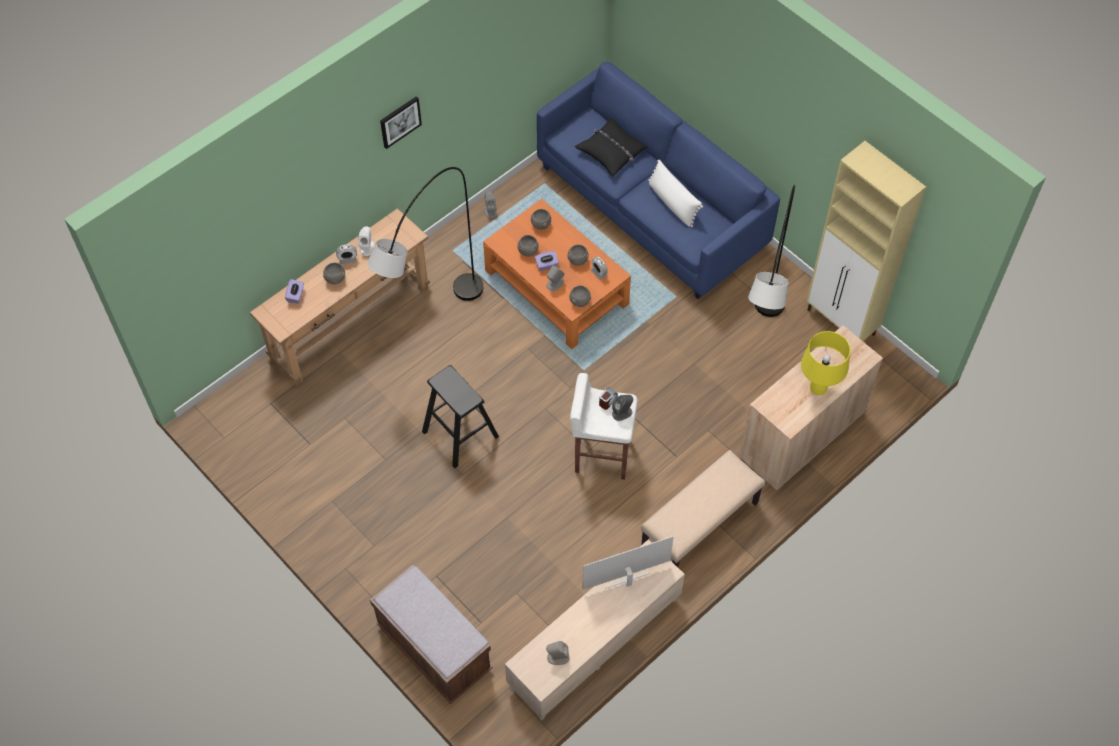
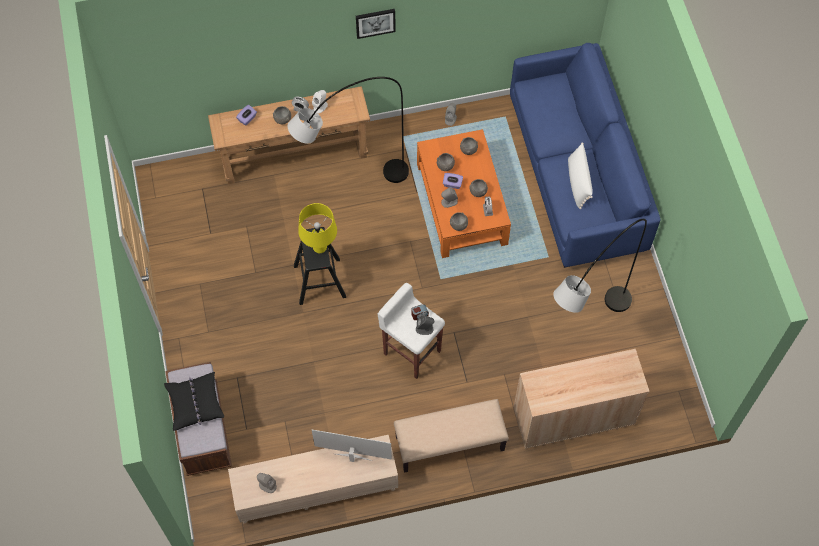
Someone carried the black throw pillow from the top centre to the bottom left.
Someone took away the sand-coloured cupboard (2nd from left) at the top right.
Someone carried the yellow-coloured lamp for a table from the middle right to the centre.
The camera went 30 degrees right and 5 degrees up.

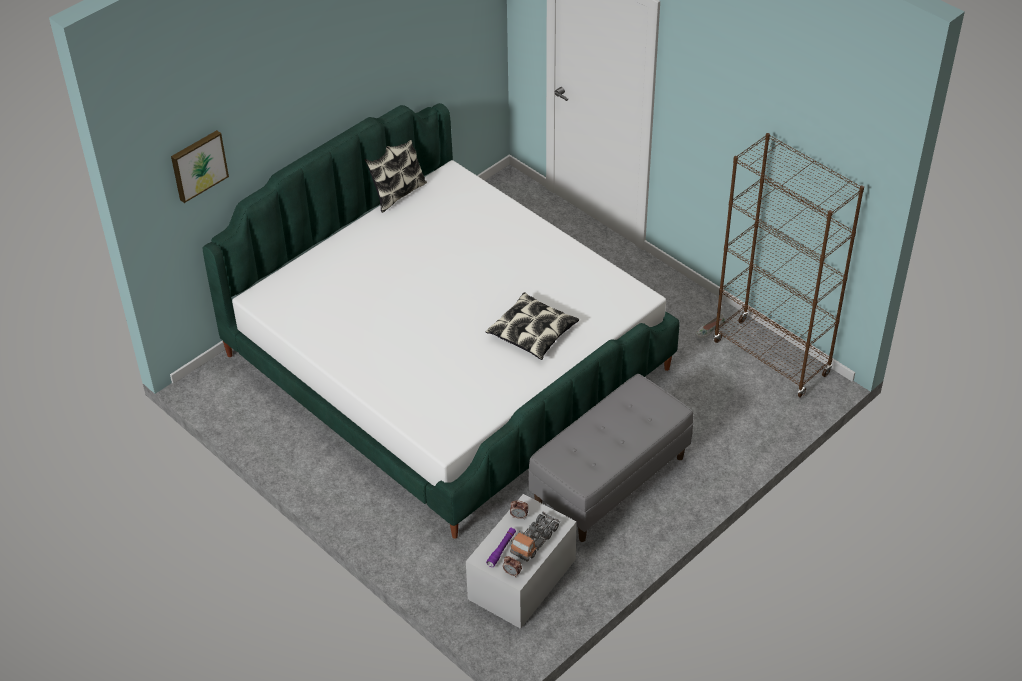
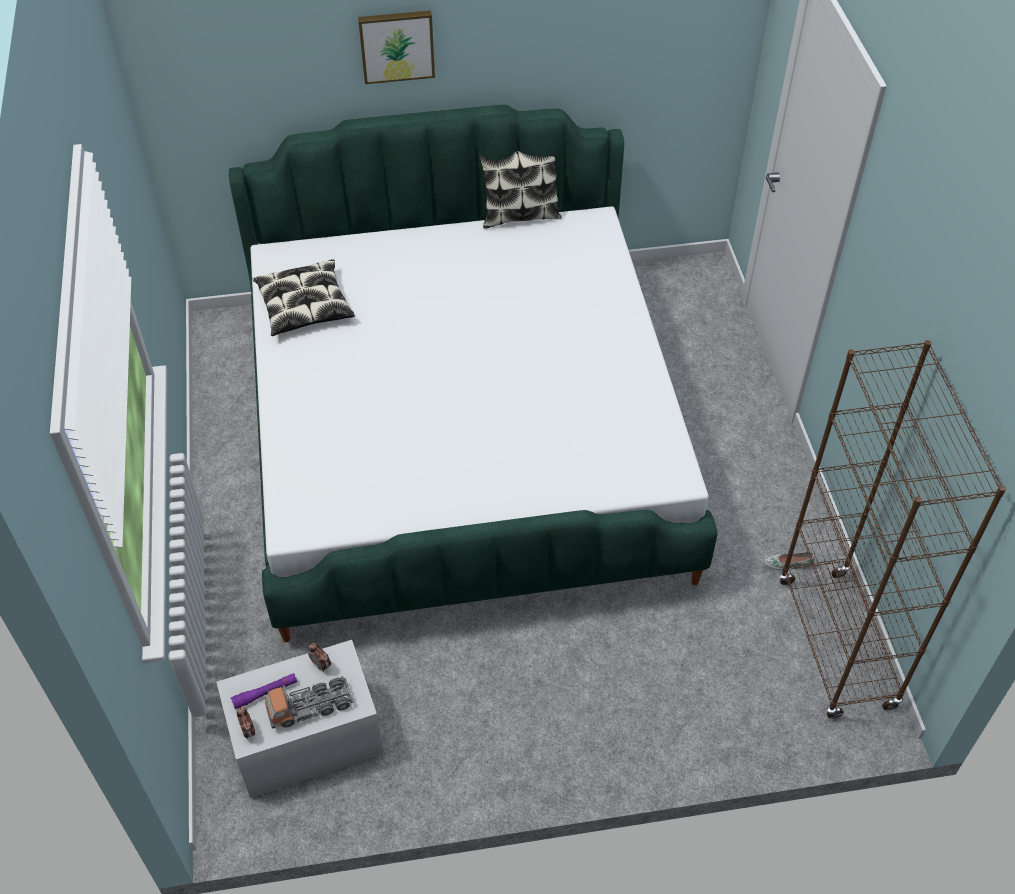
Someone carried the wall art from the top left to the top centre.
Someone carried the throw pillow (2nd from left in the first image) from the centre to the top left.
Someone took away the grey indoor bench at the bottom centre.
The camera went 35 degrees right and 5 degrees up.

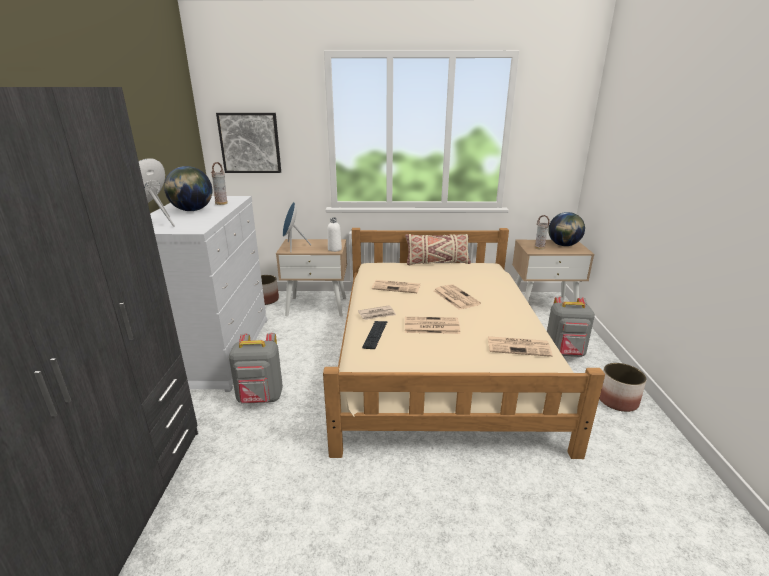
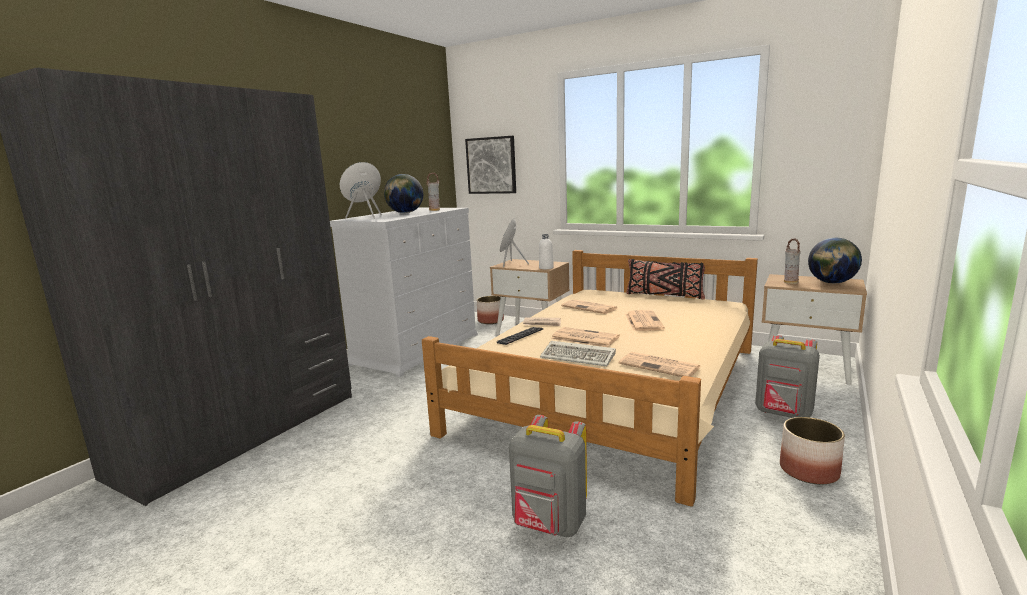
Someone repainted the sand-coloured throw pillow at the centre, which became the black throw pillow at the centre.
Someone carried the grey backpack (1st from left) from the middle left to the bottom centre.
Someone put down the PC keyboard (2nd from left) at the centre.
The camera went 30 degrees right and 10 degrees down.

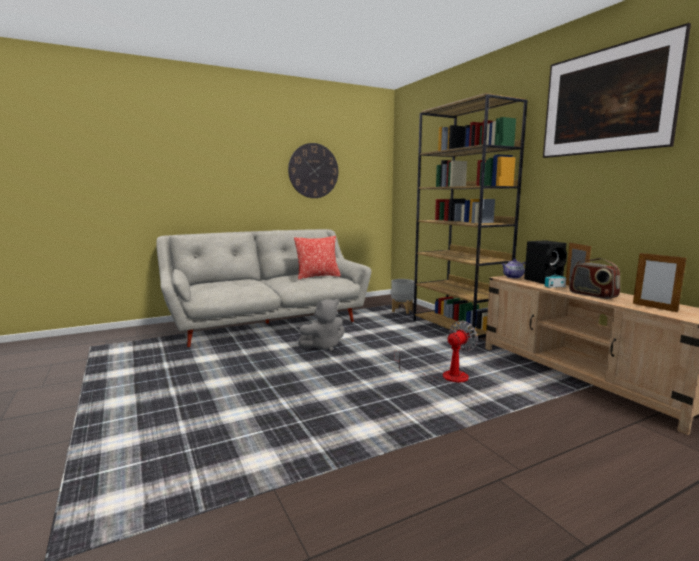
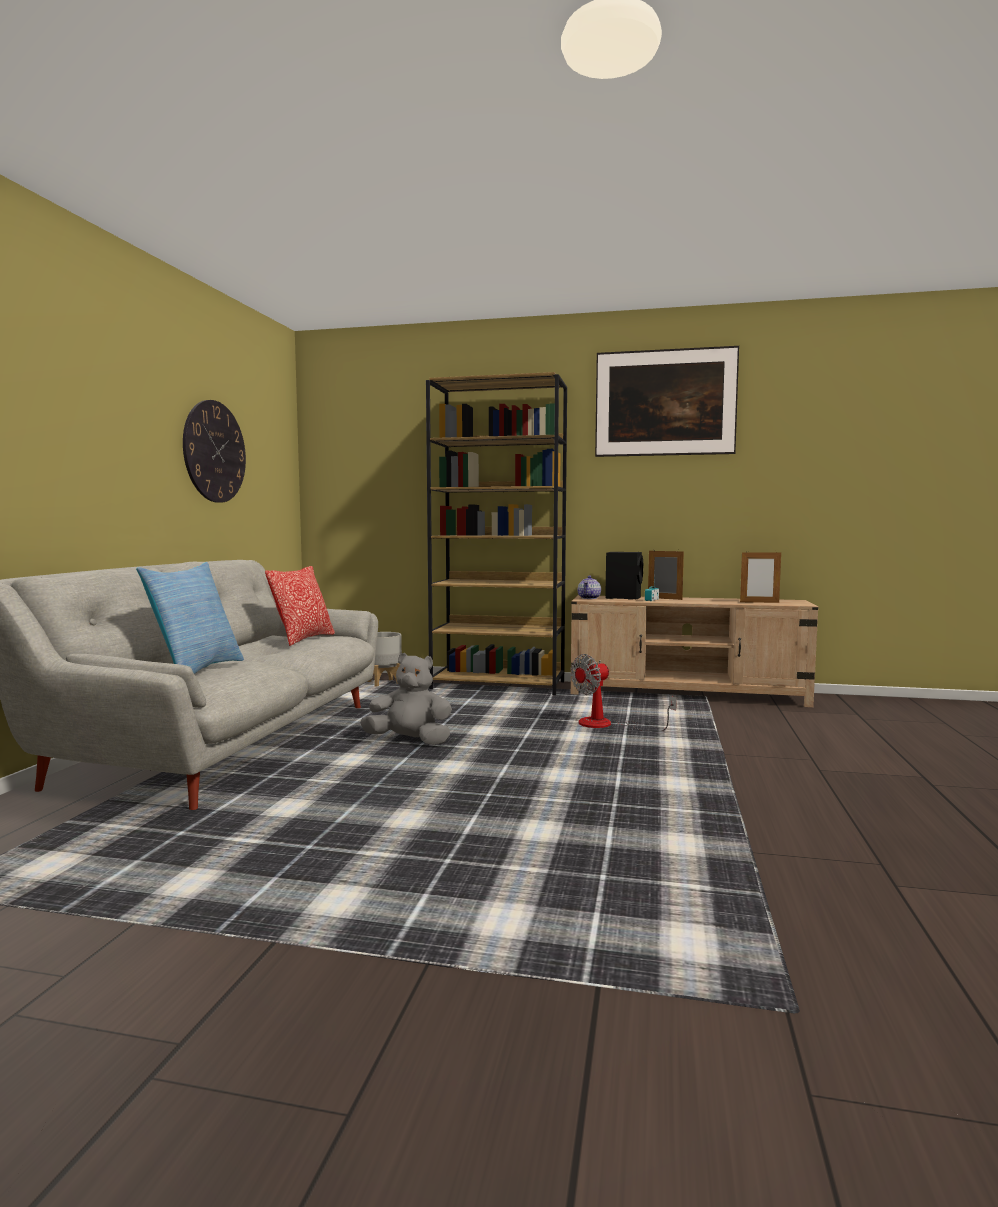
Someone took away the radio receiver (2nd from left) at the middle right.
Someone rotated the grey soft toy at the centre by 90 degrees counterclockwise.
Someone rotated the electric fan at the centre by 120 degrees counterclockwise.
Someone put down the throw pillow (1st from left) at the middle left.
The camera went 50 degrees left and 5 degrees down.

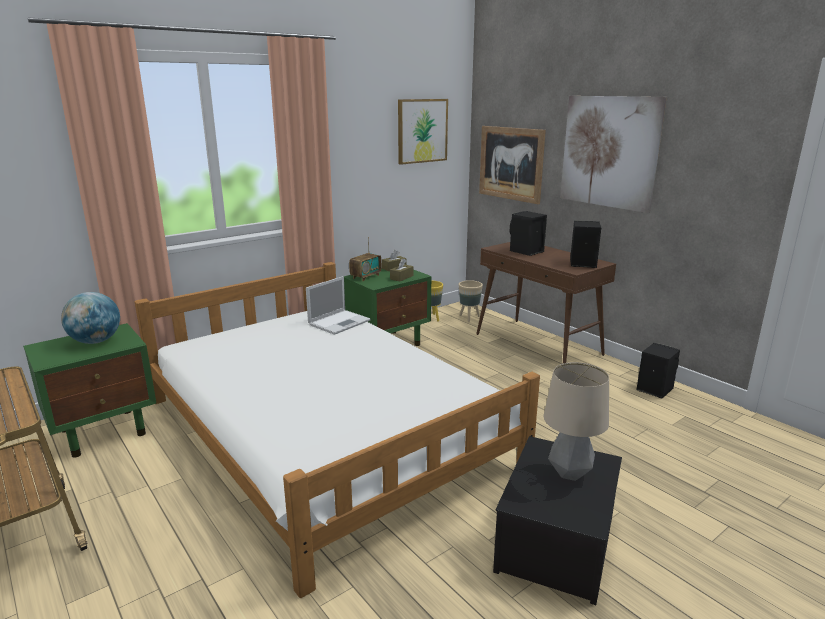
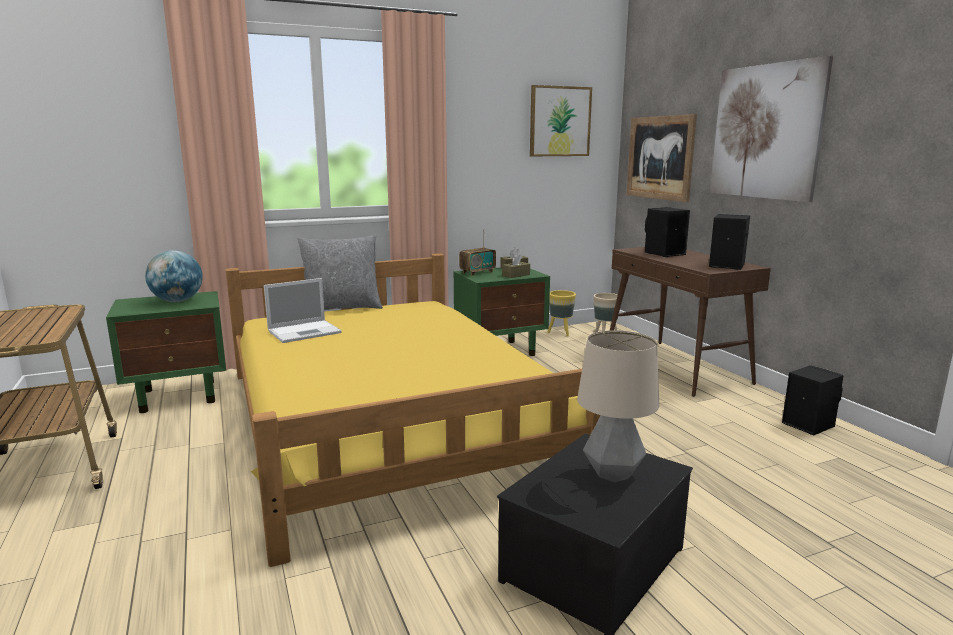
Someone repainted the white-coloured bedroom bed at the bottom centre, which became the yellow-coloured bedroom bed at the centre.
Someone carried the portable computer from the centre to the middle left.
Someone put down the grey throw pillow at the centre.
The camera went 15 degrees right and 5 degrees down.

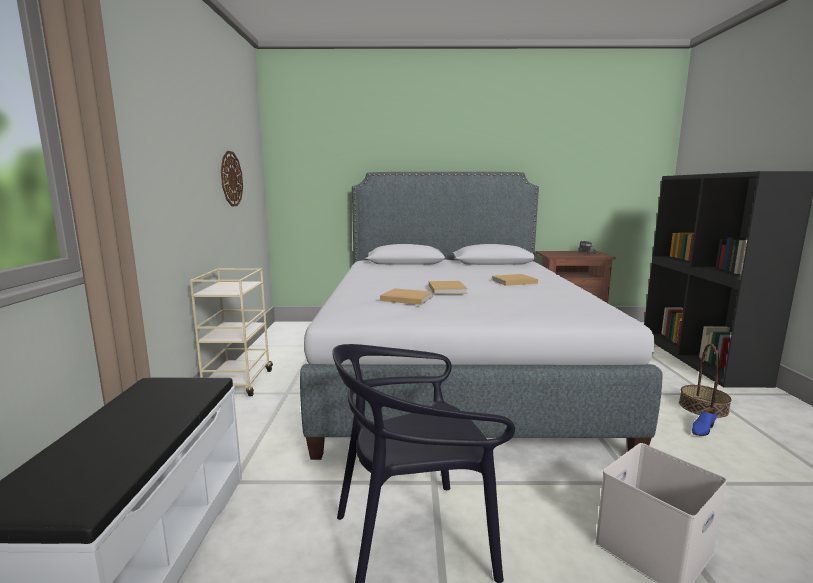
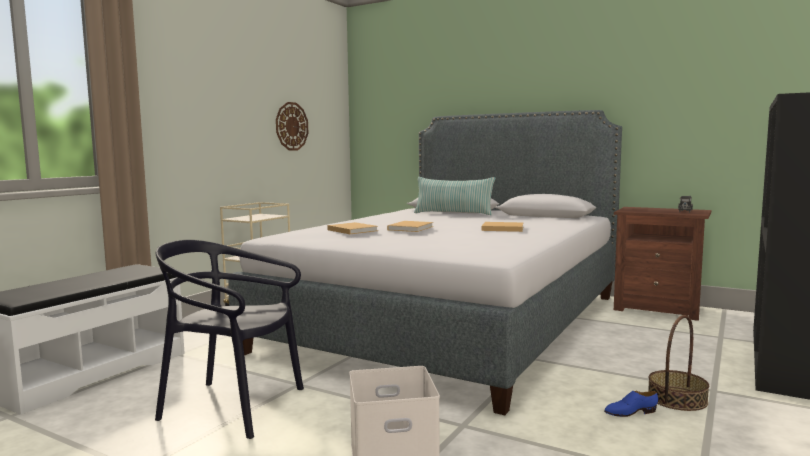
Someone put down the throw pillow at the centre.
The camera went 30 degrees right and 5 degrees down.

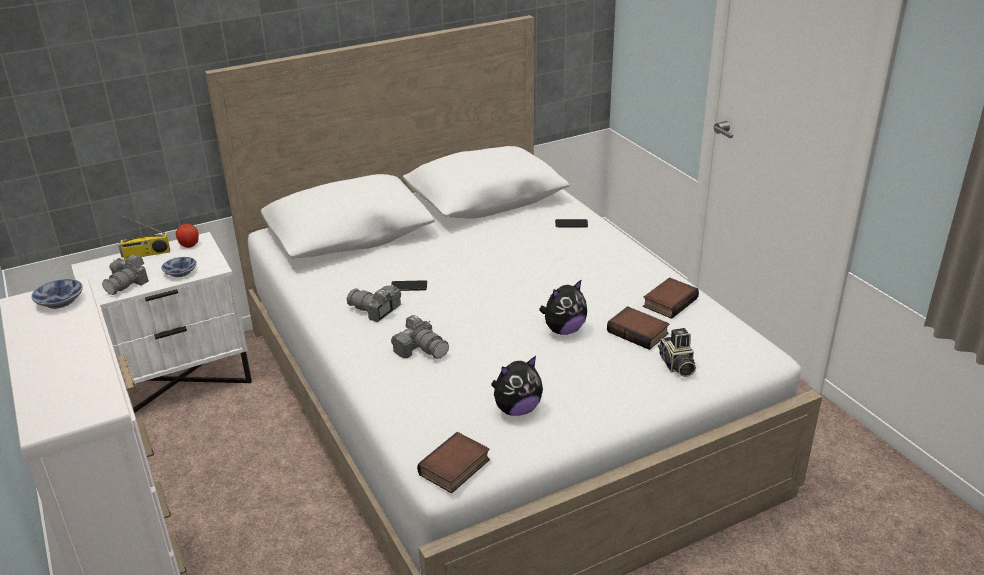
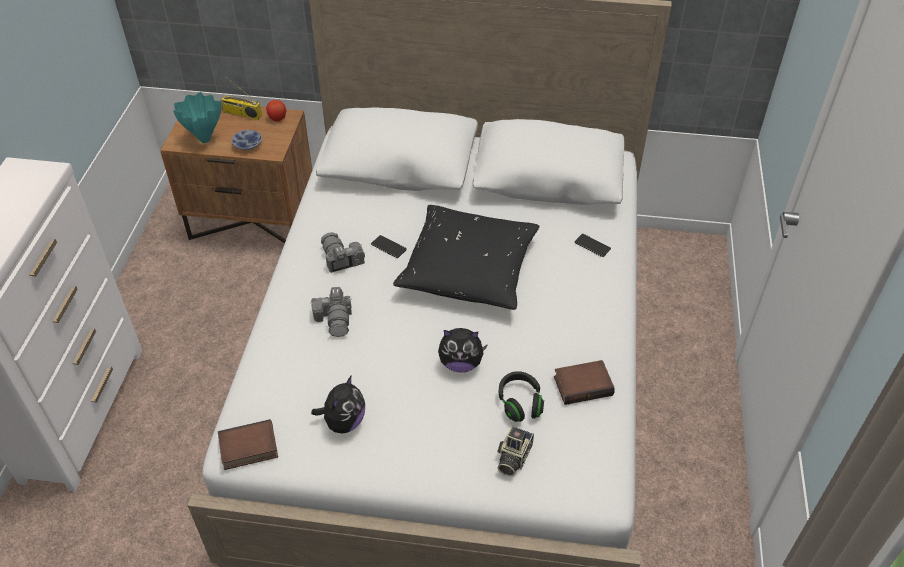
Someone repainted the white-coloured night table at the middle left, which became the brown-coloured night table at the top left.
Someone swapped the photo camera (1st from left) at the middle left for the blue-green flower vase at the top left.
Someone took away the serving bowl (1st from left) at the middle left.
Someone swapped the bound book (2nd from left) at the centre for the black headphones at the bottom centre.
Someone rotated the soft toy (1st from left) at the bottom centre by 75 degrees counterclockwise.
Someone put down the black throw pillow at the centre.
The camera went 35 degrees right and 15 degrees up.

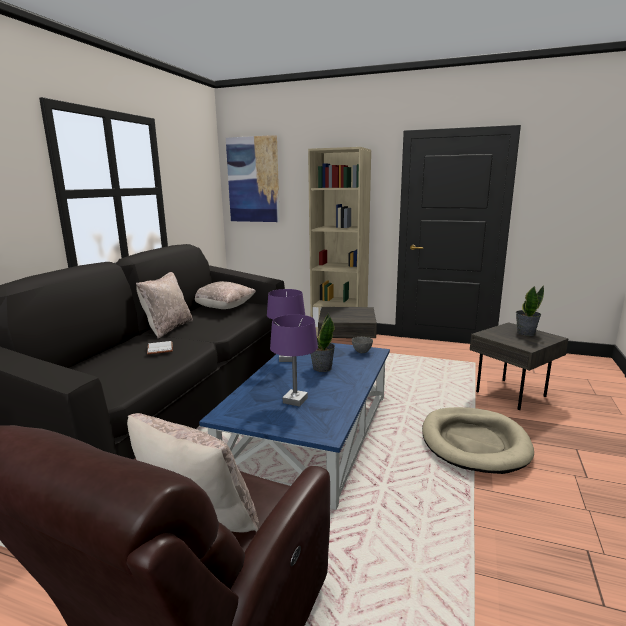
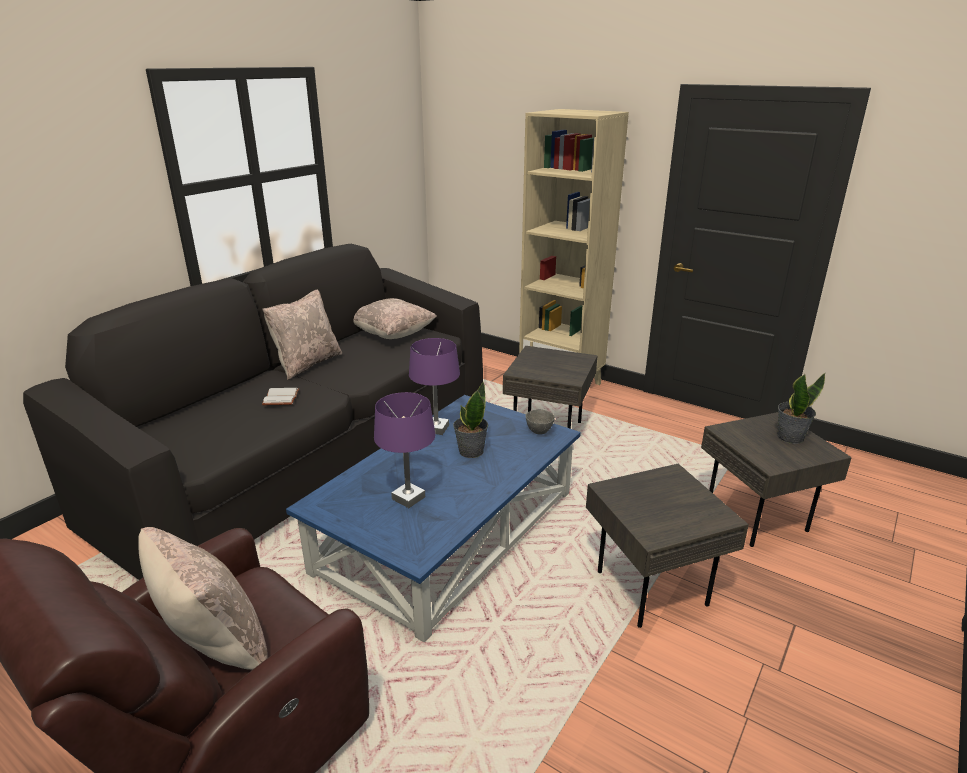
Someone took away the wall art at the top centre.
Someone swapped the sand-coloured pet bed at the bottom right for the grey end table (2nd from left) at the bottom right.
The camera went 15 degrees right and 10 degrees up.

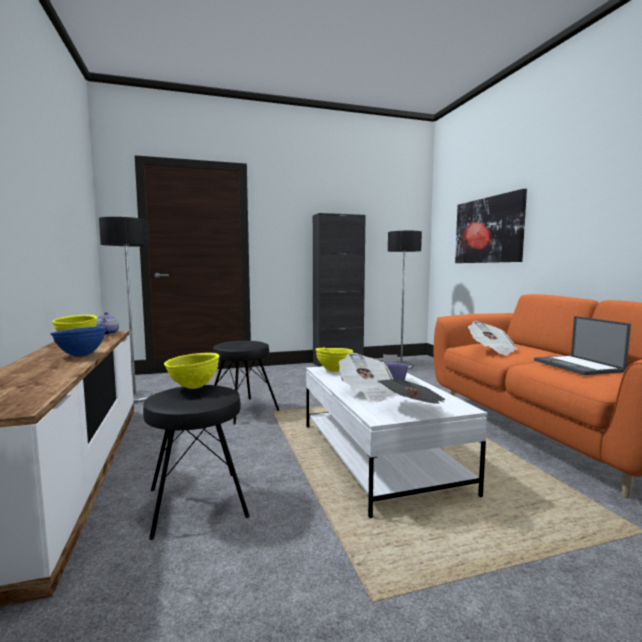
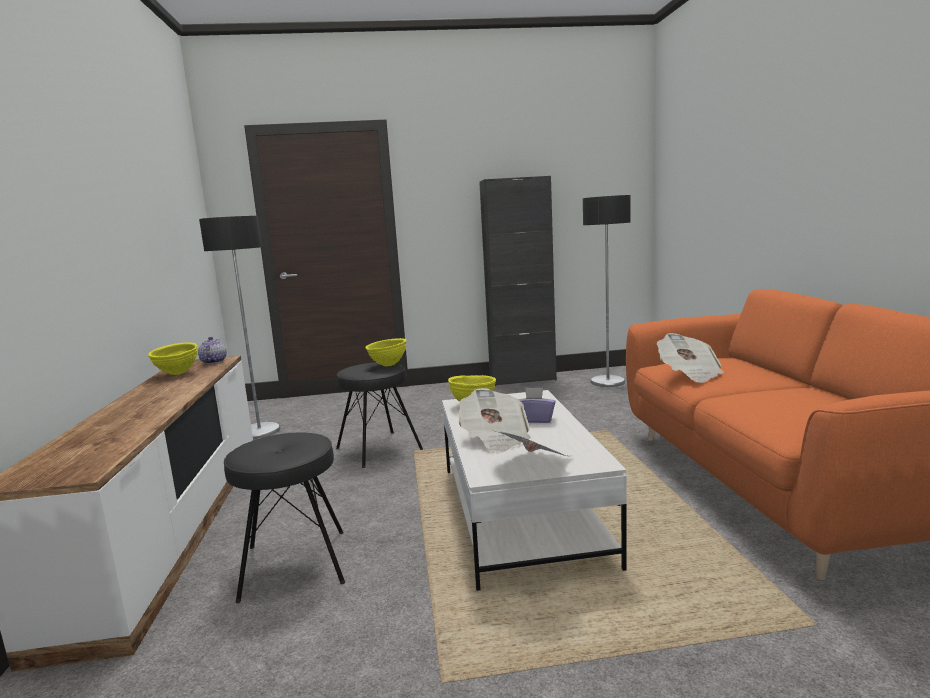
Someone took away the wall art at the middle right.
Someone took away the portable computer at the middle right.
Someone took away the blue serving bowl at the middle left.
Someone carried the yellow-coloured serving bowl (2nd from left) from the middle left to the centre.
The camera went 10 degrees right and 5 degrees up.

